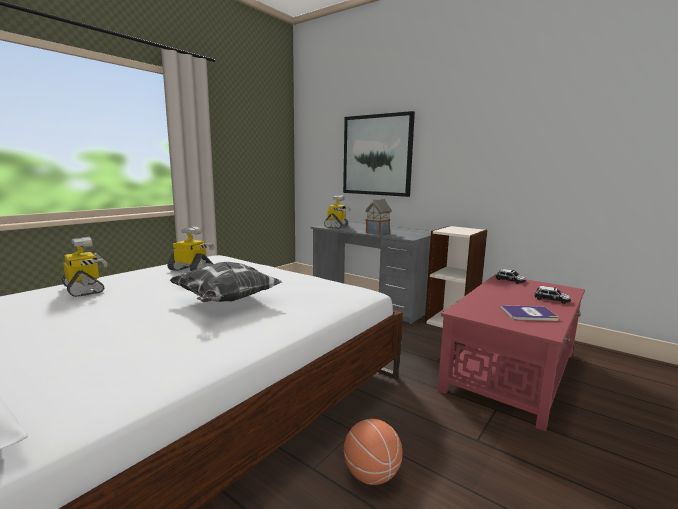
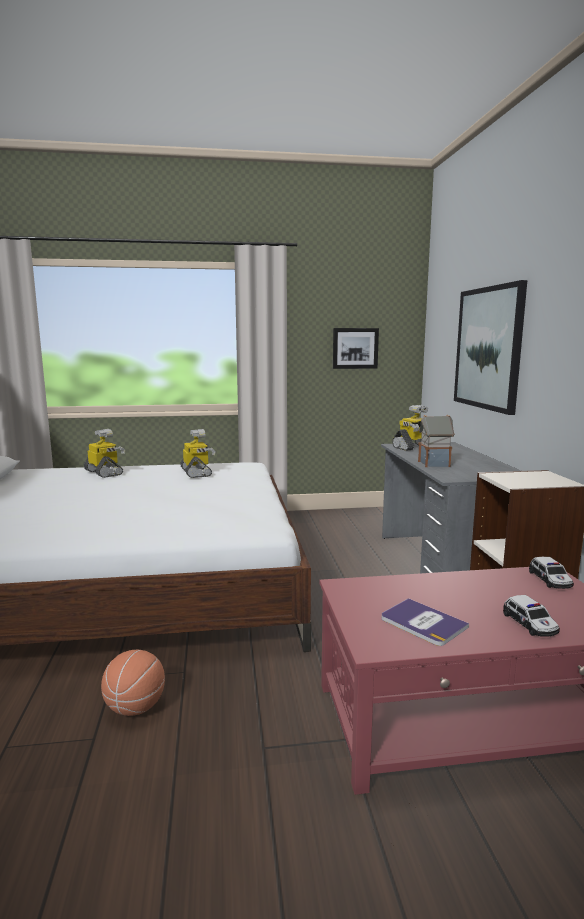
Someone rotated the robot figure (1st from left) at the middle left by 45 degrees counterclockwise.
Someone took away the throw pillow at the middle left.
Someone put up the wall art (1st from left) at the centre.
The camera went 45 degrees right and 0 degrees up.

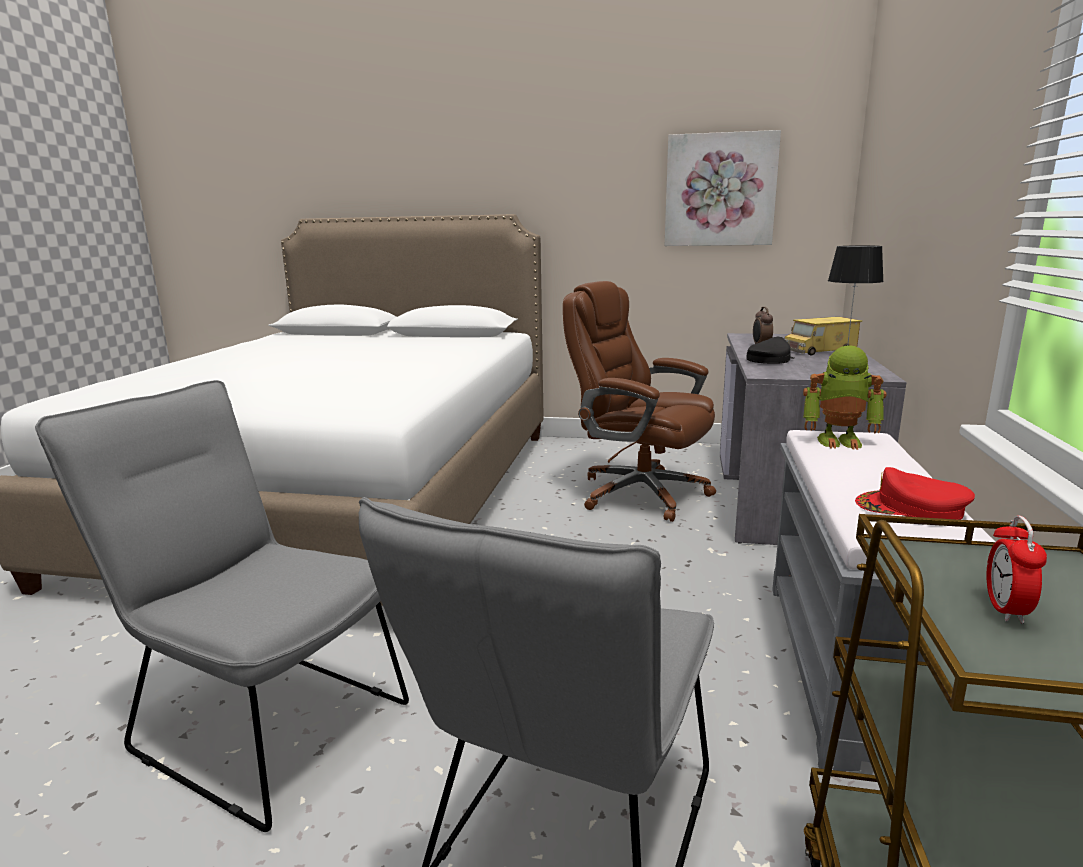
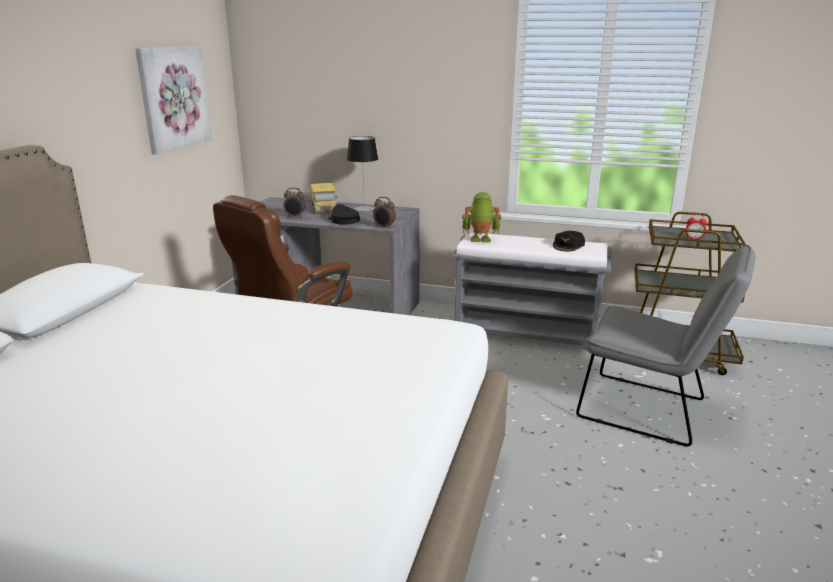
Someone rotated the robot figure at the middle right by 105 degrees counterclockwise.
Someone took away the grey chair (1st from left) at the bottom left.
Someone repainted the red cap at the middle right, which became the black cap (2nd from left) at the middle right.
Someone put down the table clock (2nd from left) at the centre.
The camera went 85 degrees left and 5 degrees up.

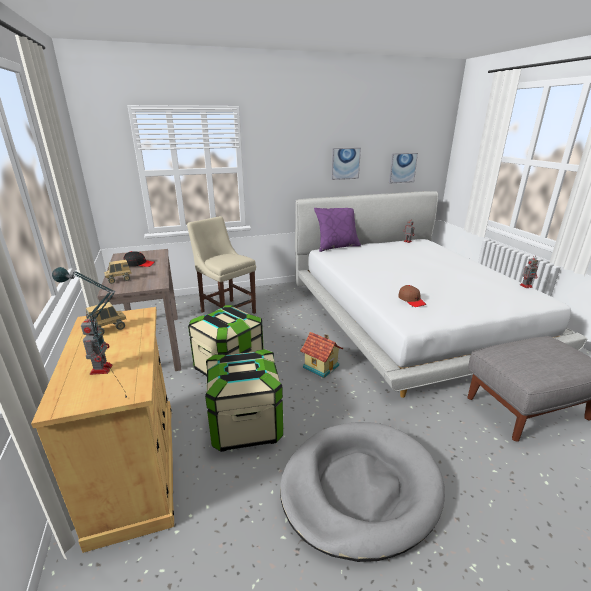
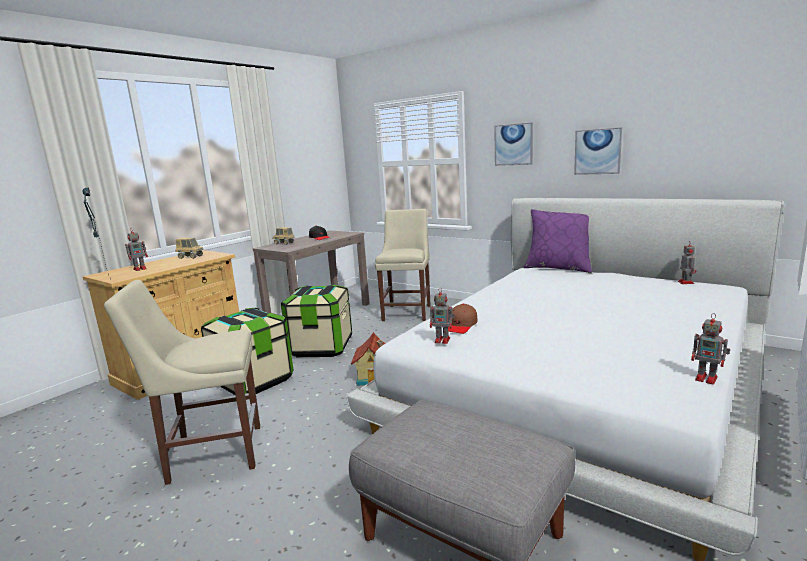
Someone carried the wall art (2nd from left in the first image) from the top right to the top centre.
Someone swapped the grey pet bed at the bottom centre for the sand-coloured chair (1st from left) at the bottom left.
Someone put down the robot figure (2nd from left) at the centre.
The camera went 55 degrees right and 10 degrees down.

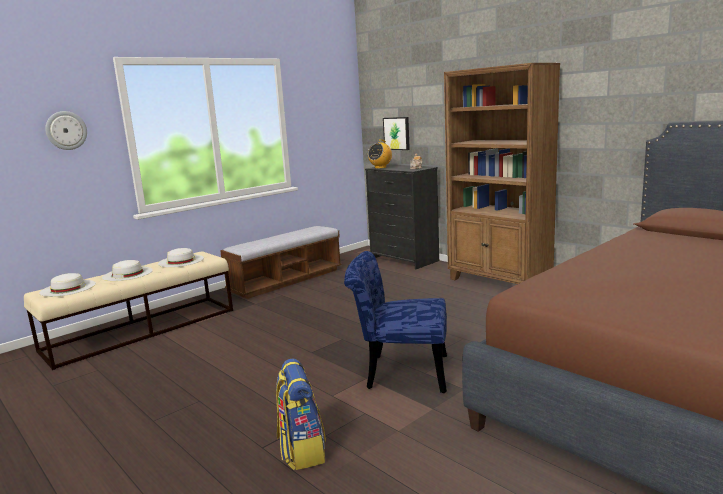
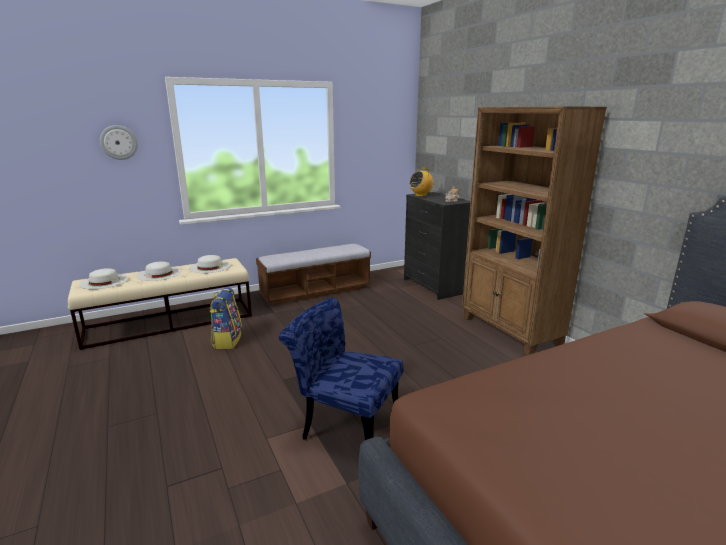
Someone took away the wall art at the top centre.
Someone carried the backpack from the bottom centre to the middle left.
The camera went 15 degrees right and 5 degrees up.

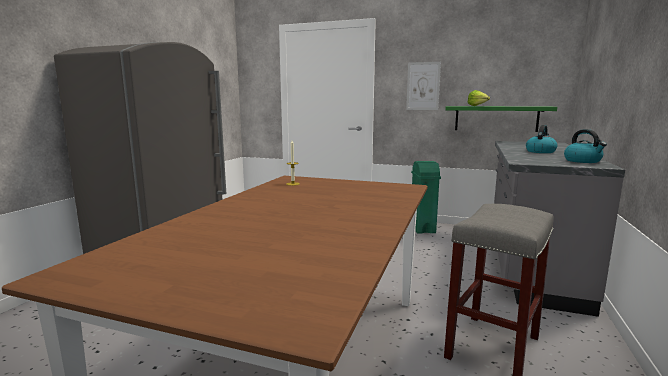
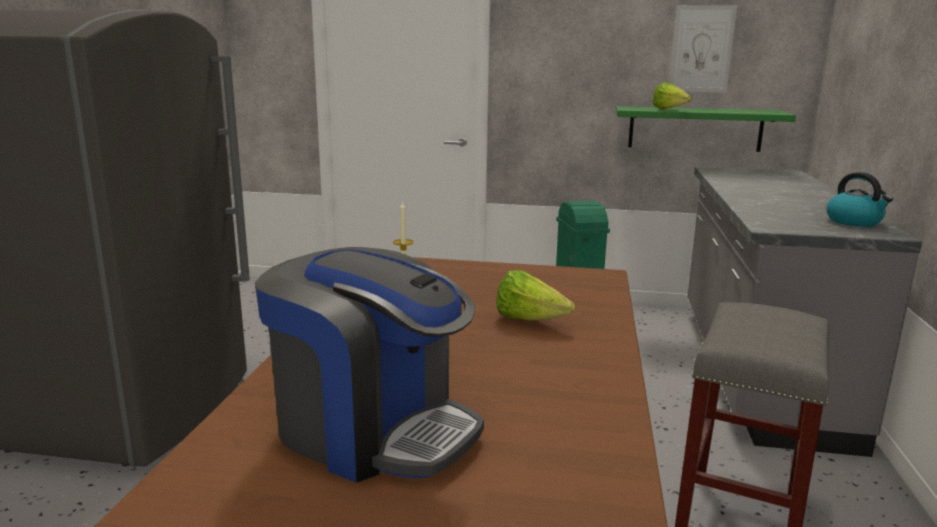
Someone carried the wall art from the top centre to the top right.
Someone took away the water kettle (1st from left) at the middle right.
Someone put down the coffee brewer at the bottom centre.
Someone put down the lettuce (1st from left) at the centre.
The camera went 10 degrees left and 5 degrees up.

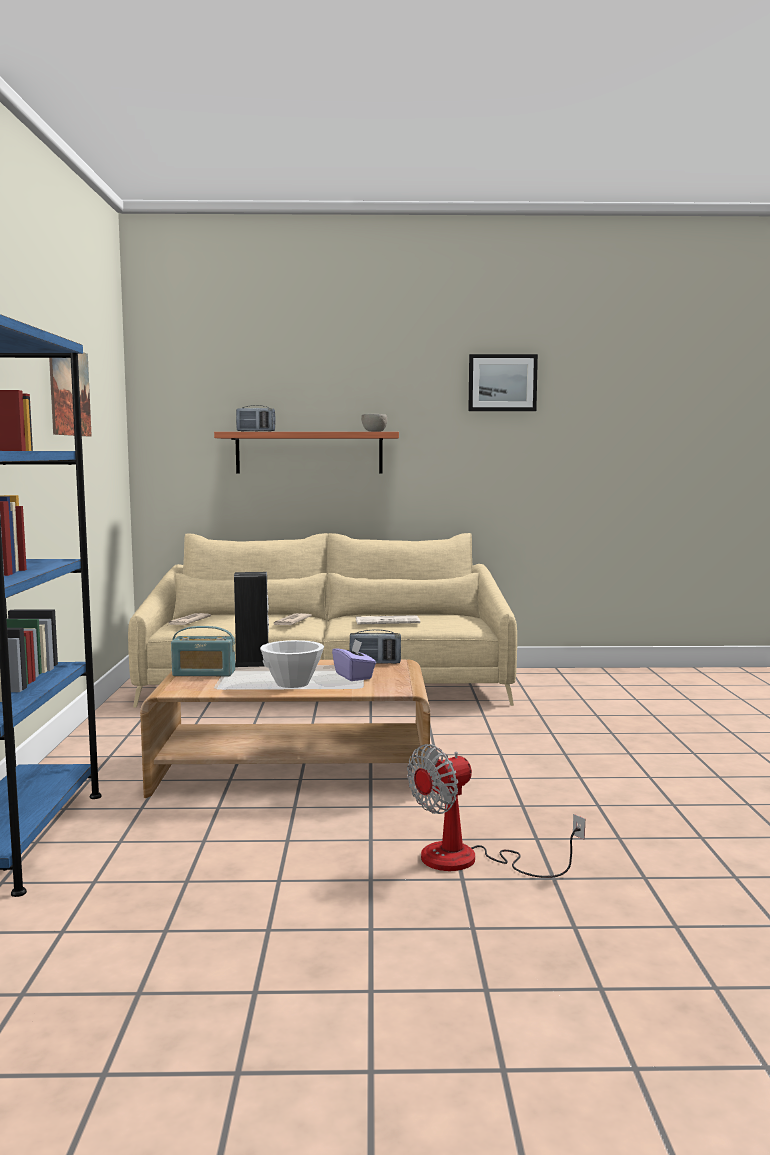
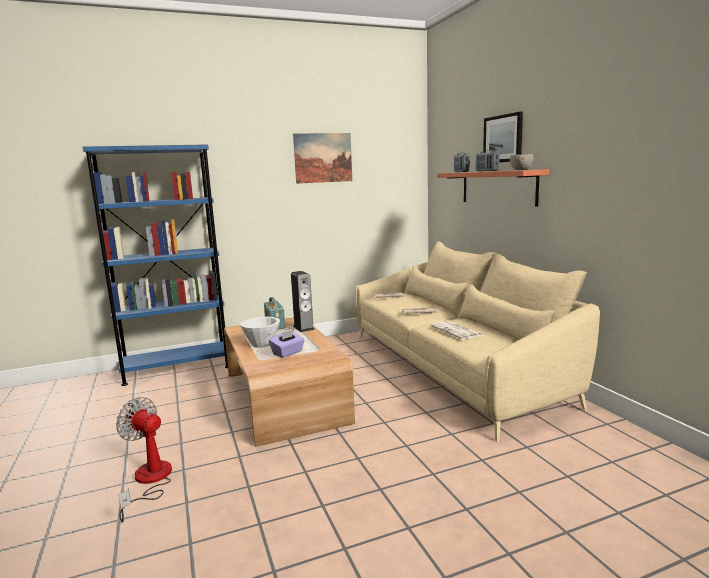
Someone carried the wall art (2nd from left) from the top centre to the top right.
Someone carried the radio receiver (3rd from left) from the centre to the top right.
The camera went 70 degrees right and 5 degrees up.

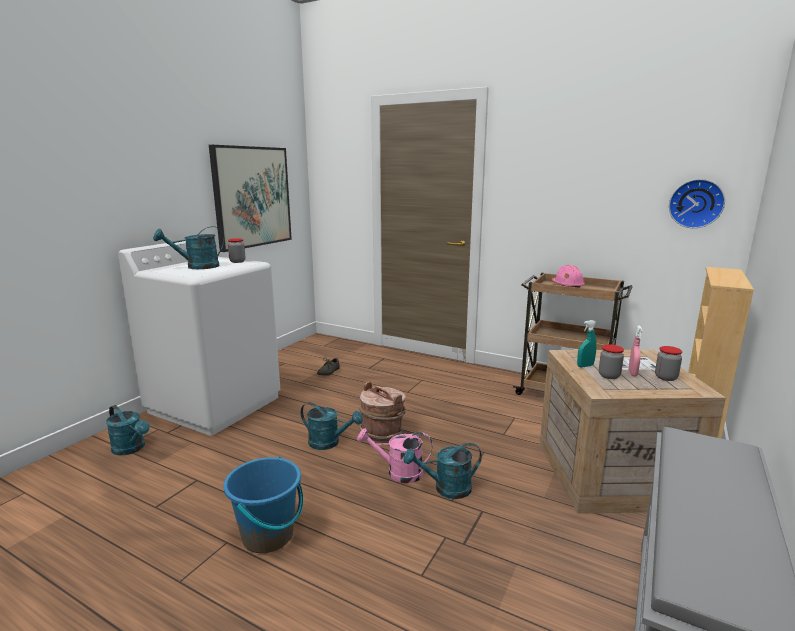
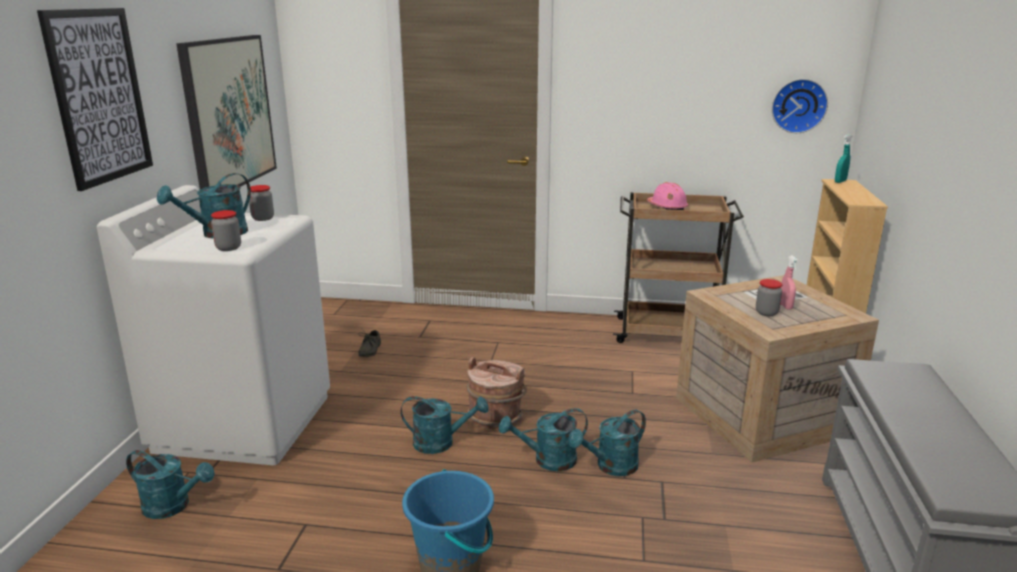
Someone carried the blue-green hand sprayer from the middle right to the top right.
Someone carried the storage jar (3rd from left in the first image) from the middle right to the middle left.
Someone repainted the pinkish watering can at the bottom centre, which became the blue-green watering can (4th from left) at the bottom centre.
Someone put up the wall art (1st from left) at the top left.
The camera went 20 degrees left and 5 degrees up.

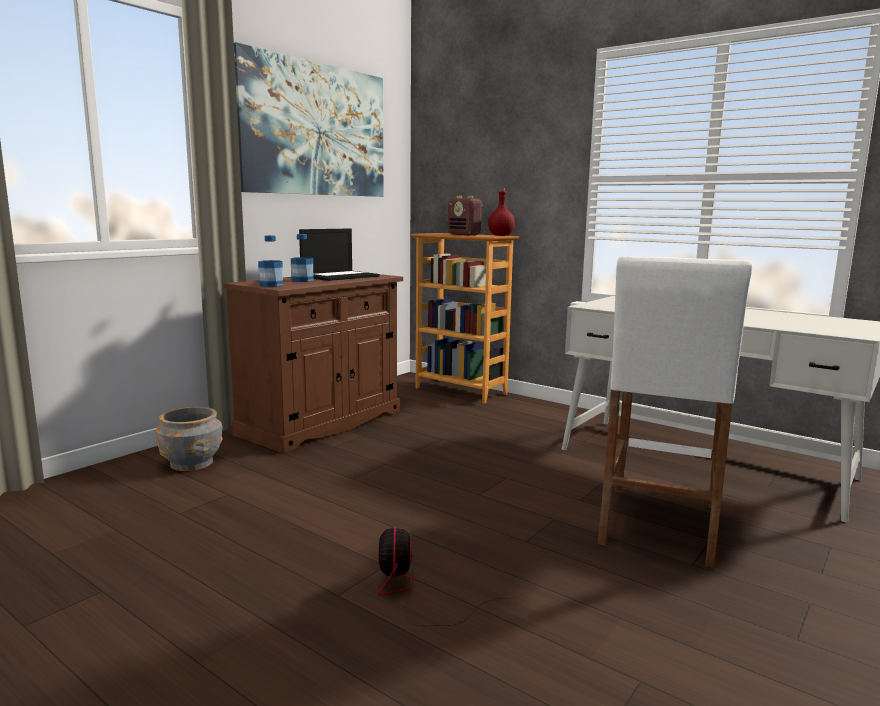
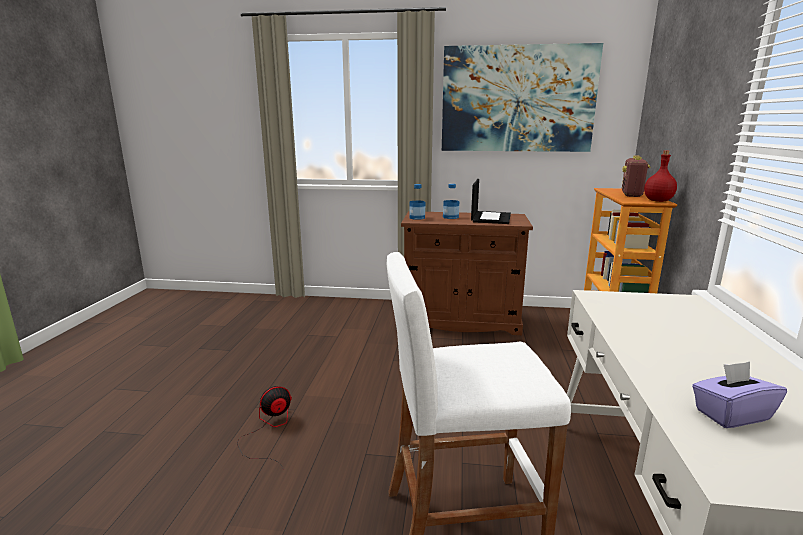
Someone rotated the portable computer at the centre by 90 degrees counterclockwise.
Someone took away the grey flower pot at the middle left.
Someone put down the purplish tissue holder at the bottom right.
The camera went 60 degrees right and 5 degrees up.

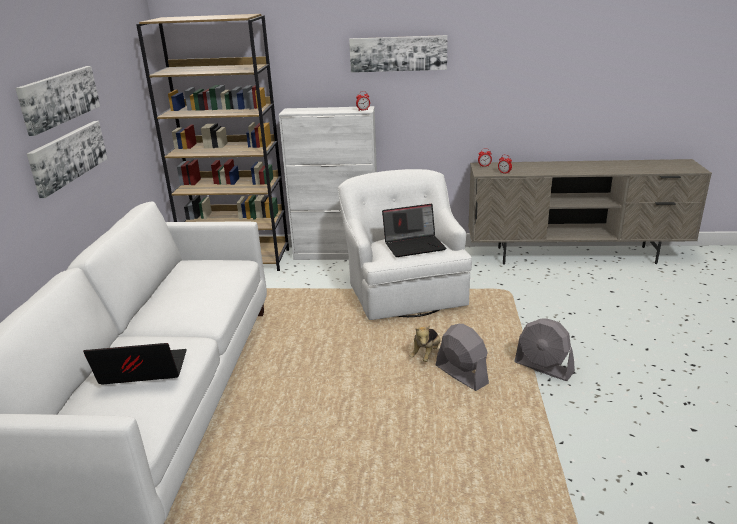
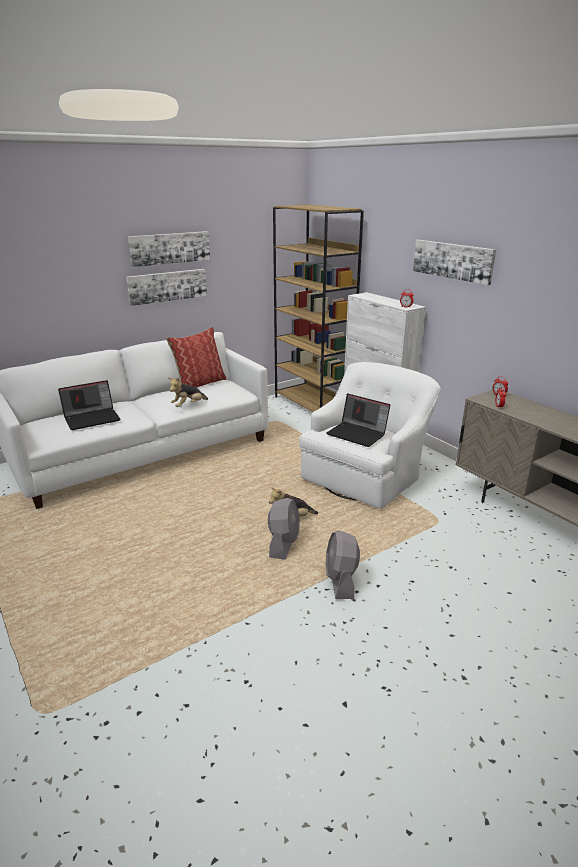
Someone rotated the portable computer (1st from left) at the bottom left by 105 degrees clockwise.
Someone put down the throw pillow at the centre.
Someone put down the soft toy (1st from left) at the middle left.
The camera went 50 degrees right and 0 degrees up.

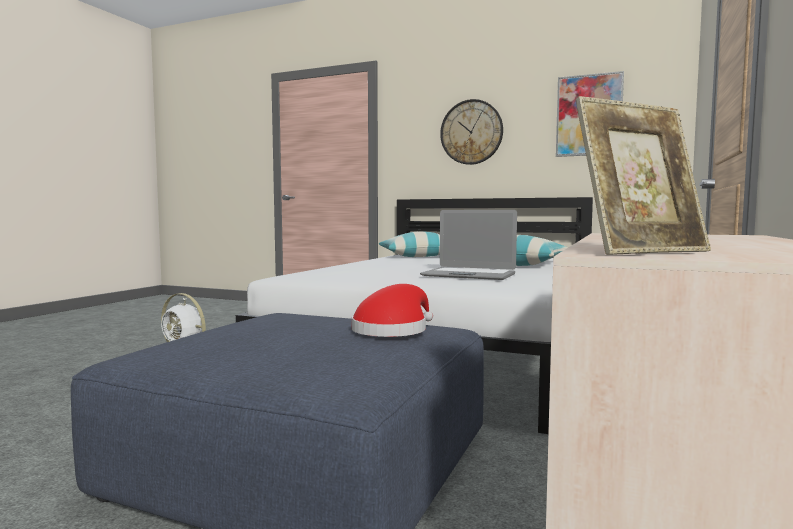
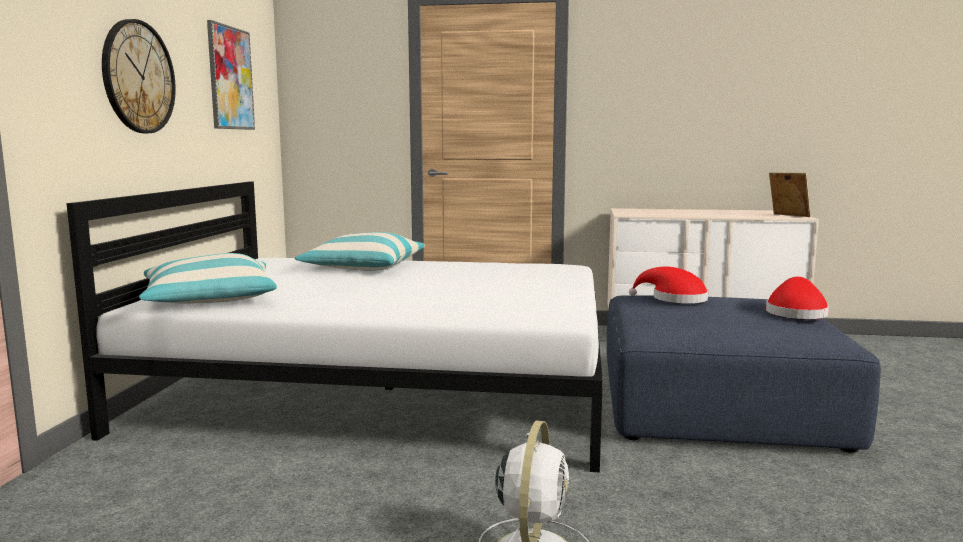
Someone took away the portable computer at the centre.
Someone put down the red hat (2nd from left) at the middle right.
The camera went 105 degrees left and 5 degrees up.

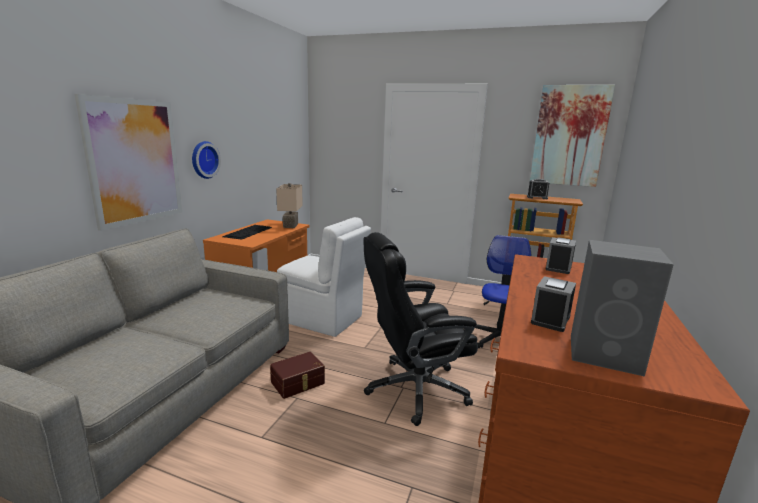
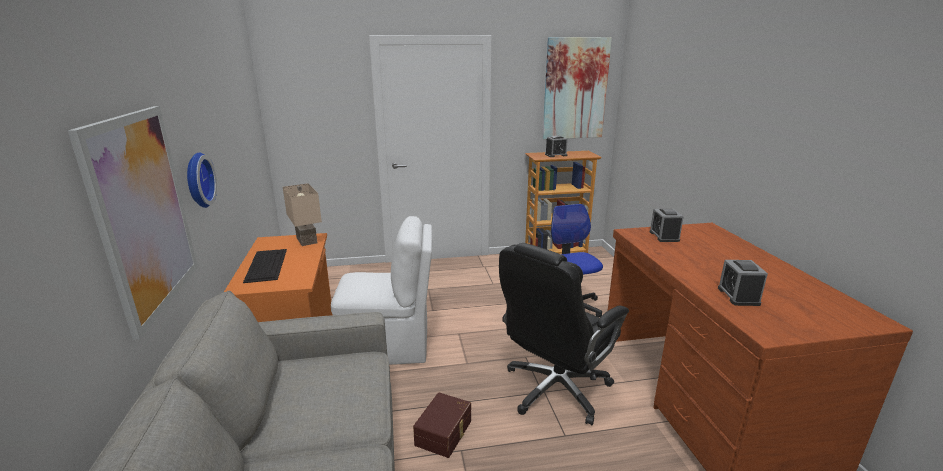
Someone took away the grey speaker at the middle right.
The camera went 30 degrees left and 5 degrees up.

